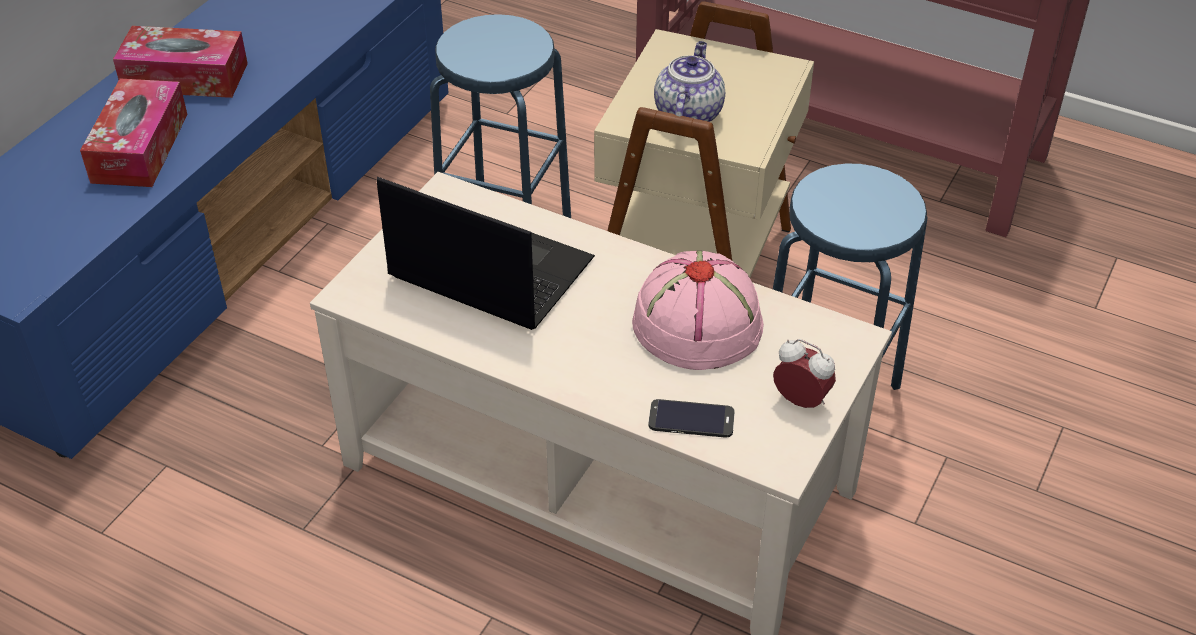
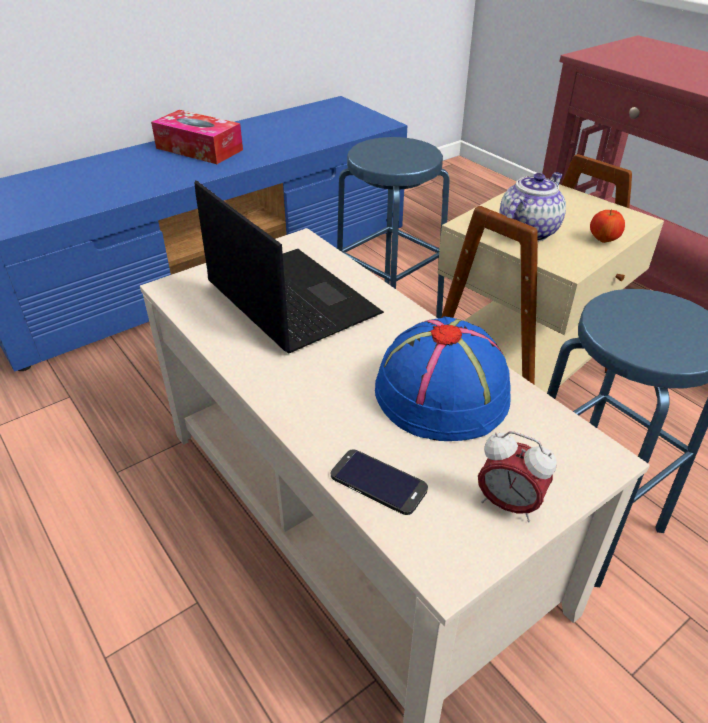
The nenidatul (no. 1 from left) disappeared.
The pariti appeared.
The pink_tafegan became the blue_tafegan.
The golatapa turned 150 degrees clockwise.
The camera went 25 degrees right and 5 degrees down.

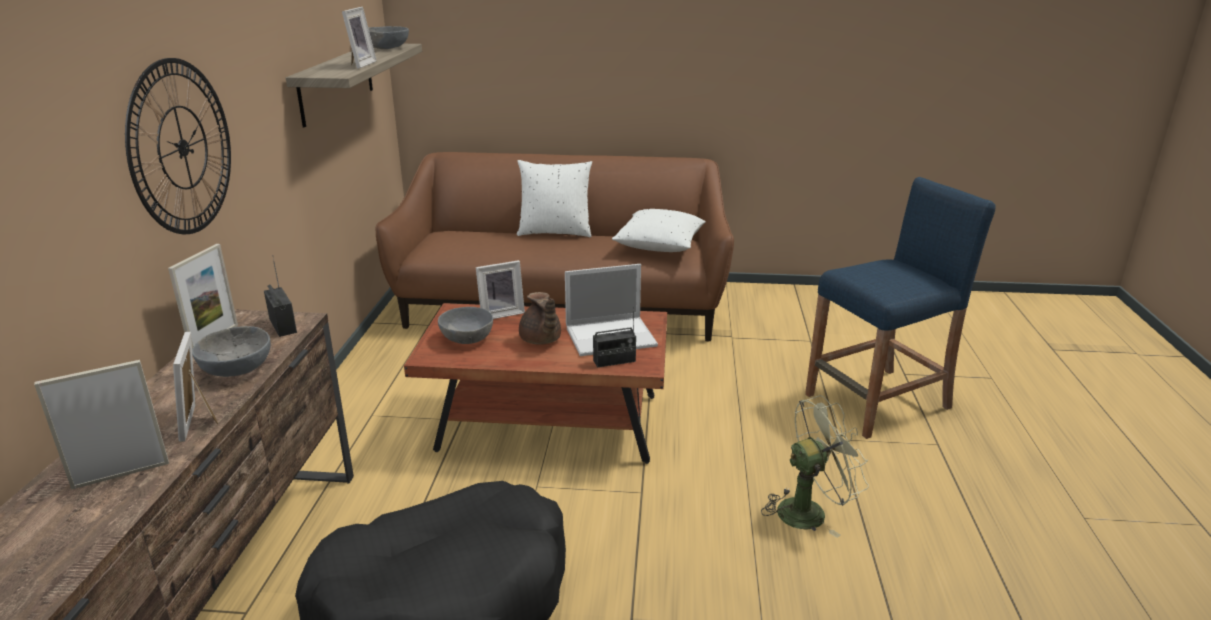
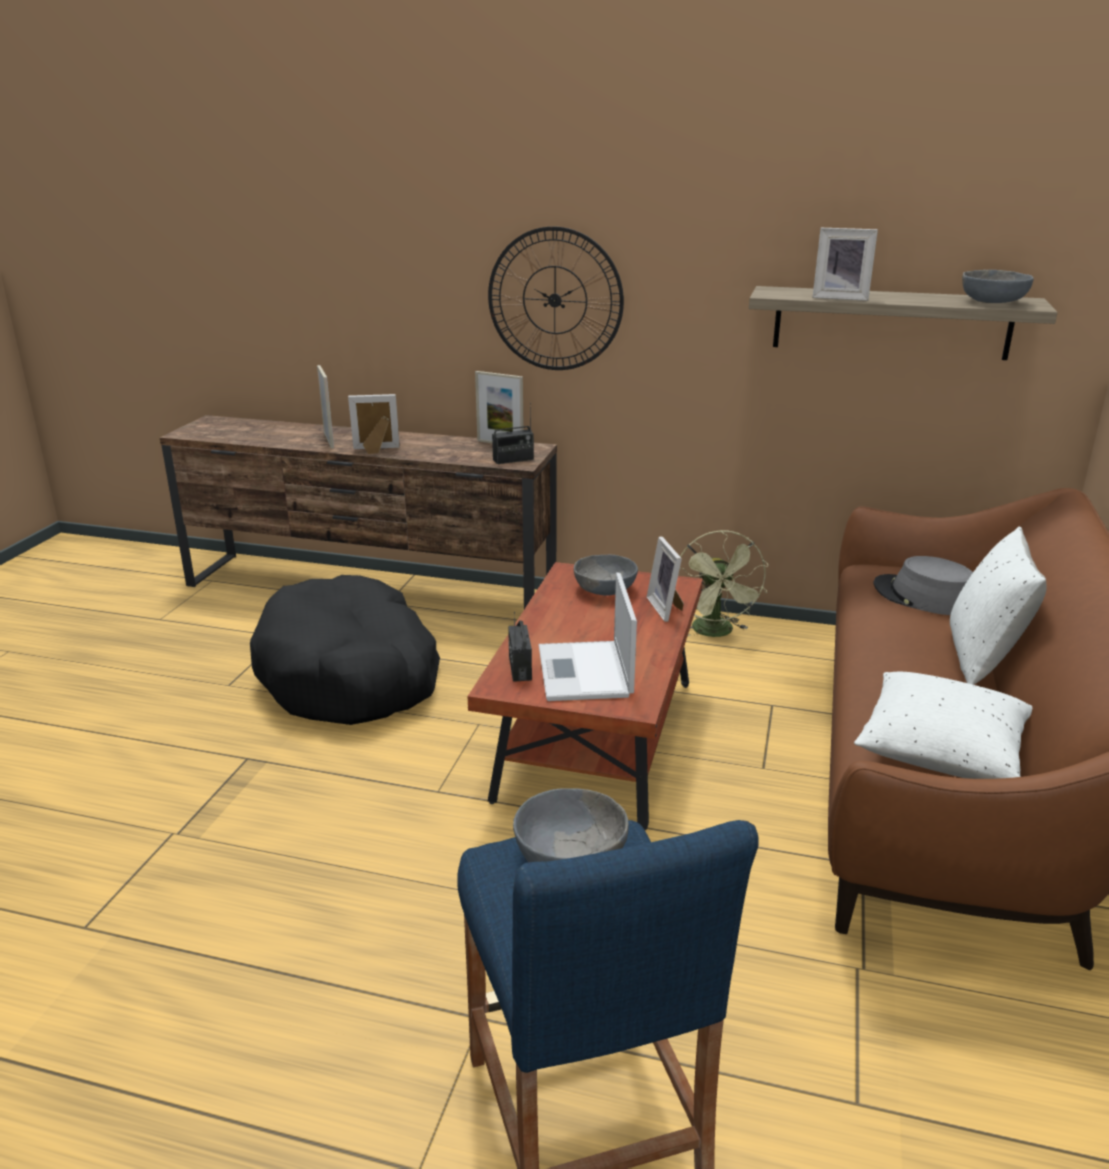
The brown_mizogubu disappeared.
The grey_tafegan appeared.
The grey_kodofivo (no. 1 from left) moved.
The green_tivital moved.
The camera went 100 degrees right and 0 degrees up.

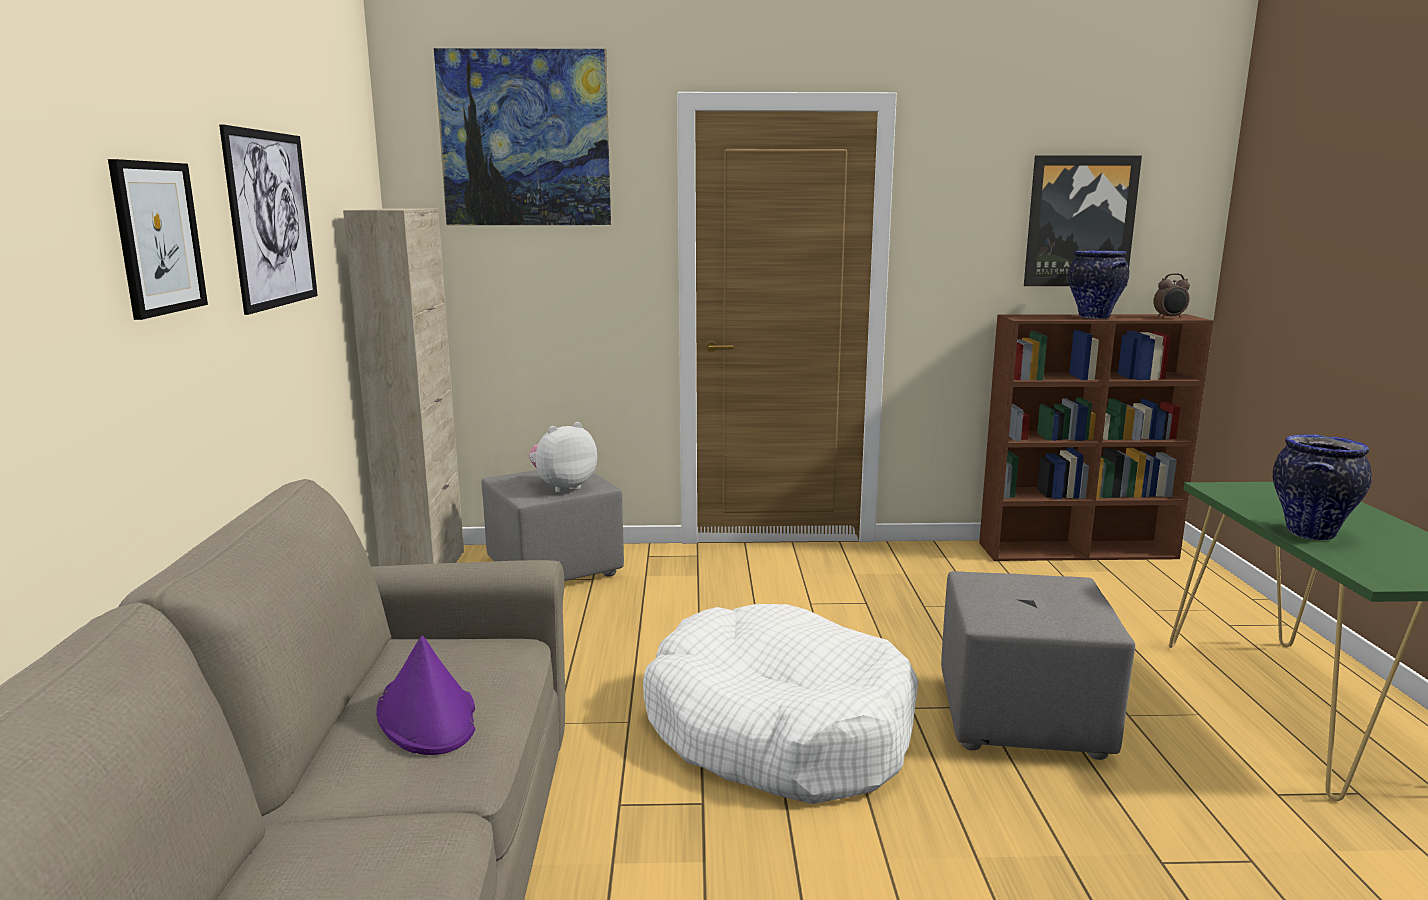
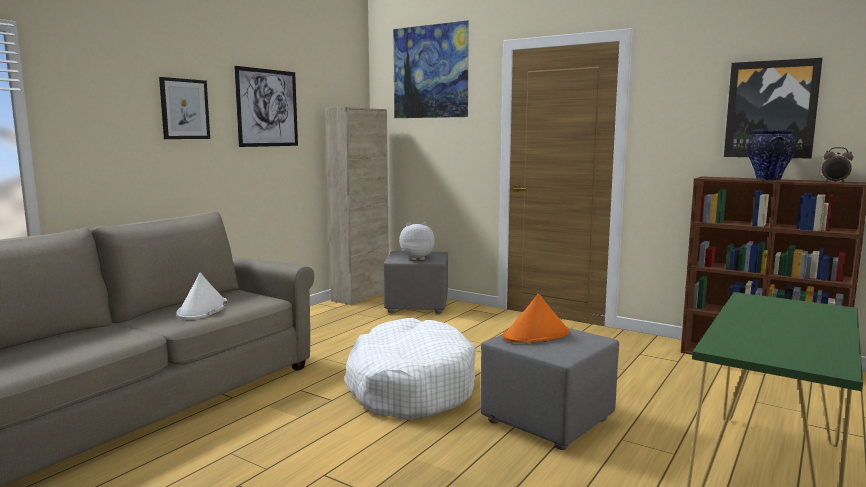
The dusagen (no. 2 from left) disappeared.
The orange_tafegan appeared.
The purple_tafegan became the white_tafegan.
The camera went 35 degrees right and 5 degrees down.

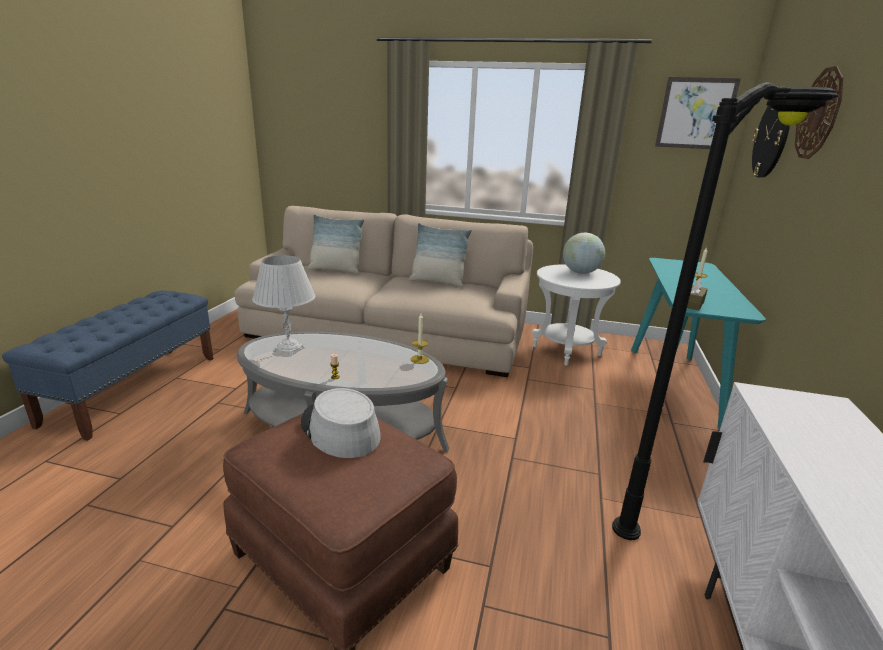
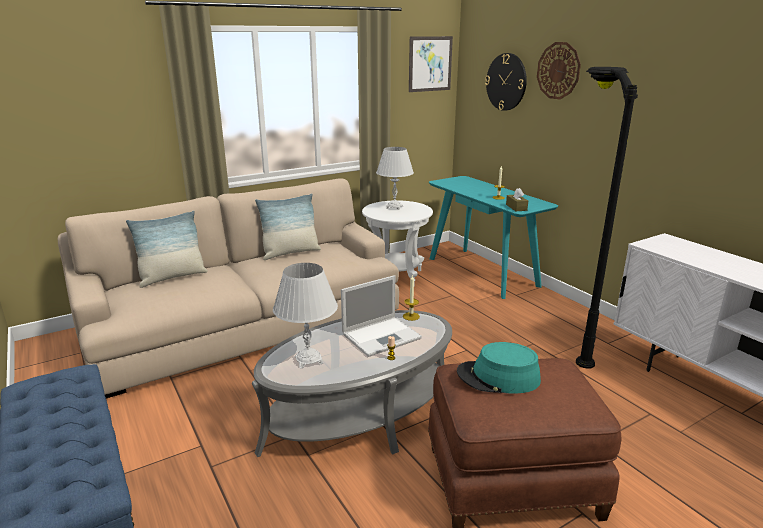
The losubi appeared.
The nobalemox was replaced by the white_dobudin (no. 2 from left).
The grey_tafegan became the turquoise_tafegan.
The camera went 45 degrees left and 0 degrees up.

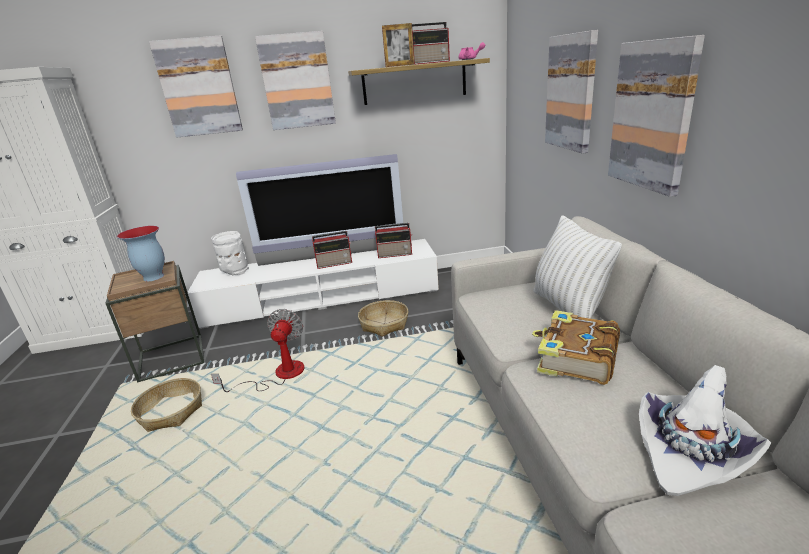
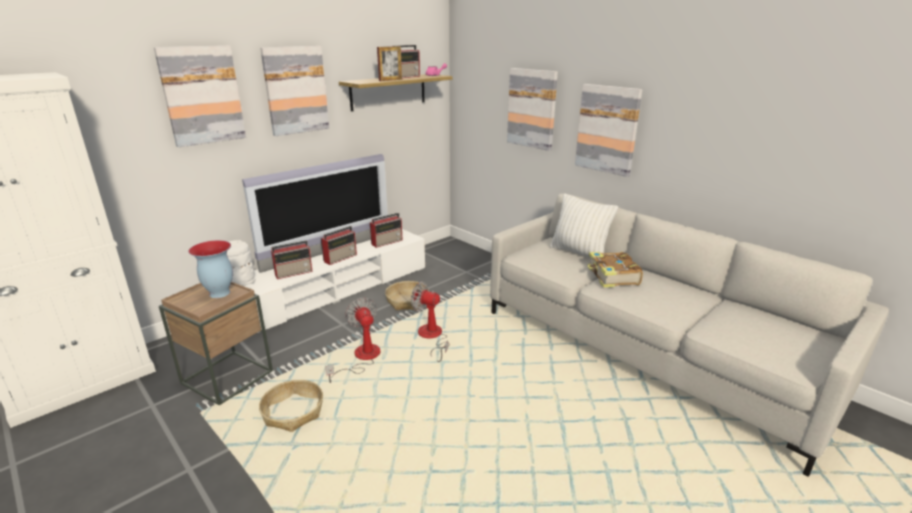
The white_tafegan disappeared.
The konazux (no. 1 from left) appeared.
The tivital (no. 2 from left) appeared.
The camera went 35 degrees left and 0 degrees up.

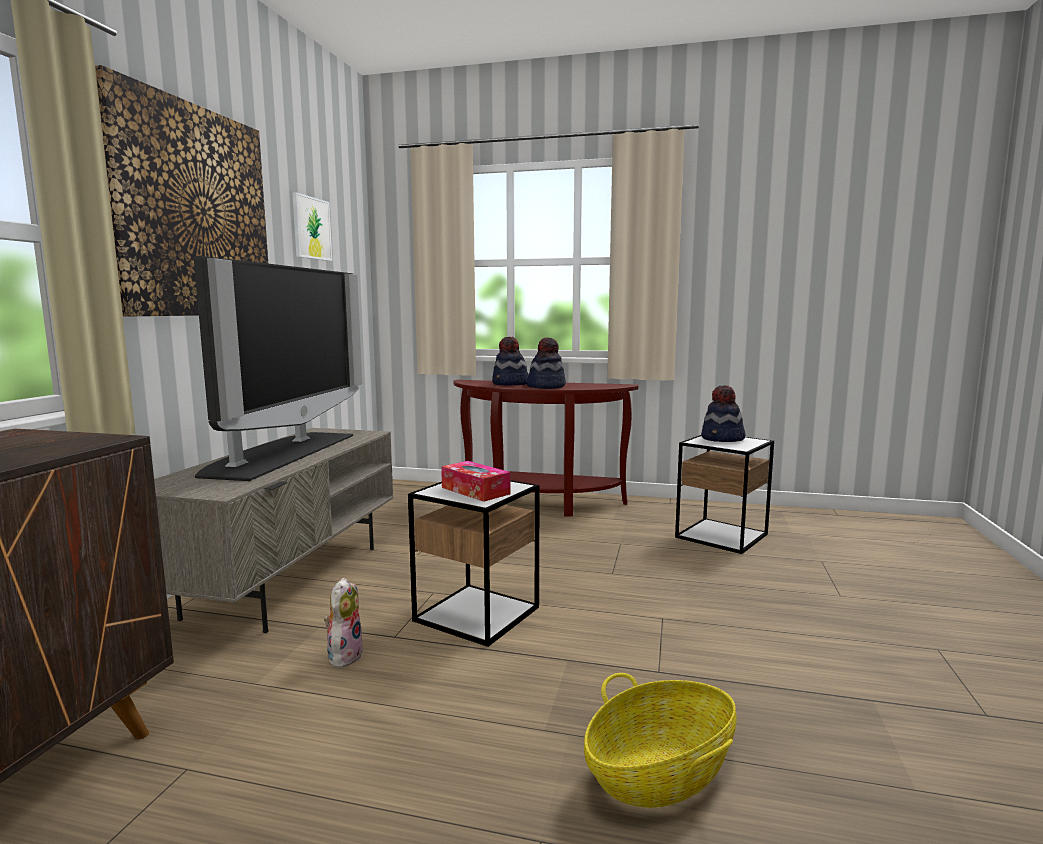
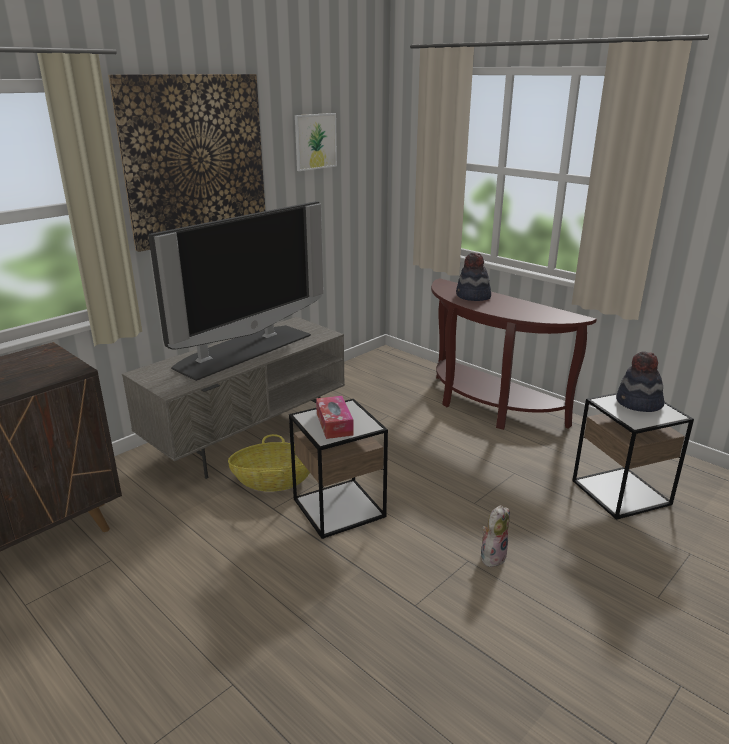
The tafegan (no. 2 from left) disappeared.
The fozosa moved.
The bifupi moved.
The camera went 30 degrees right and 15 degrees up.

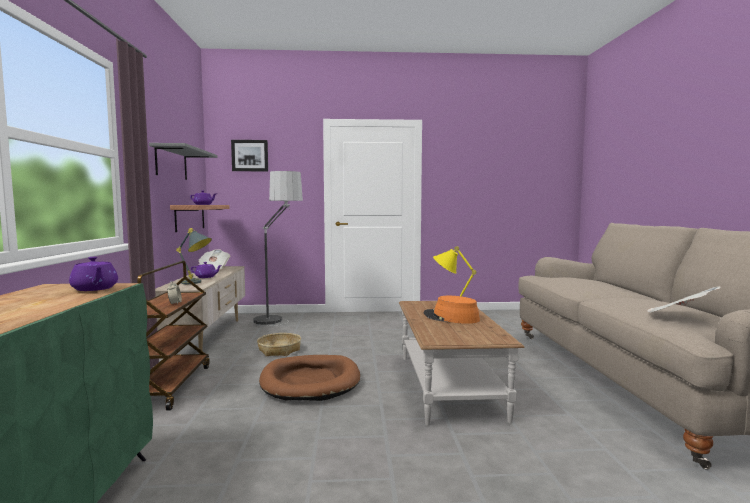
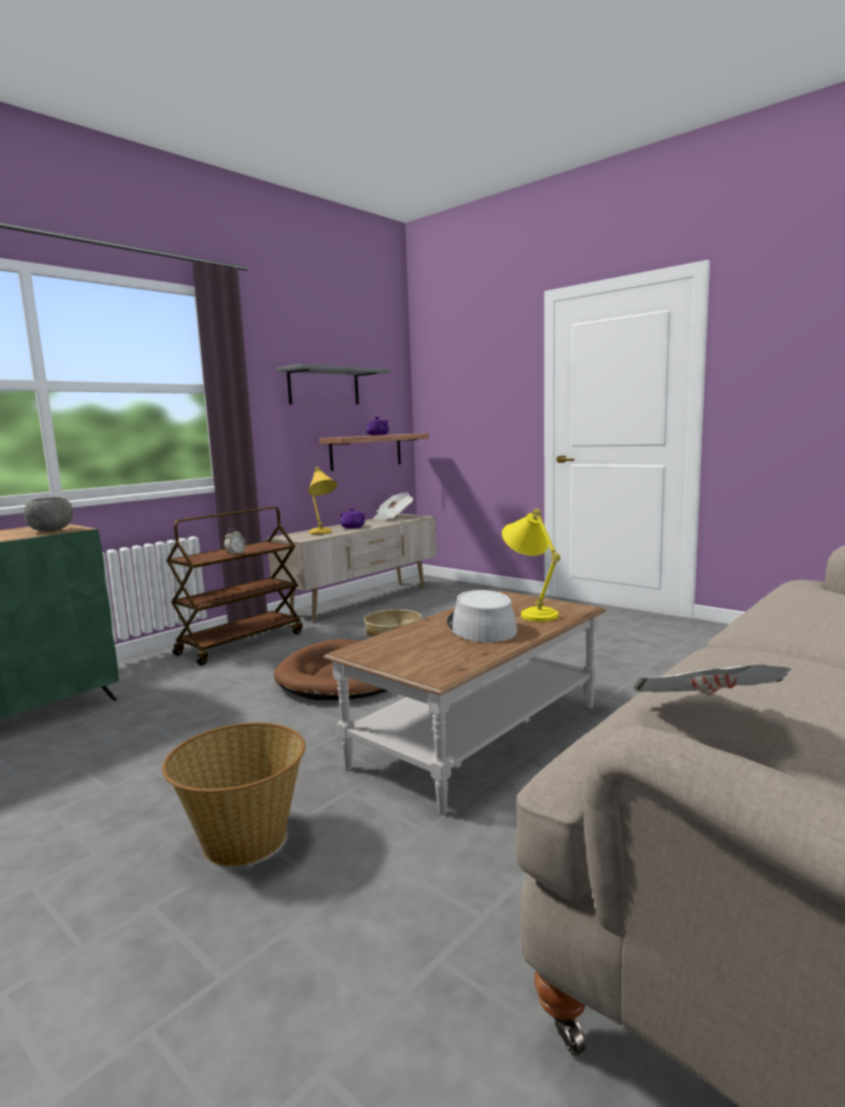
The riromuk disappeared.
The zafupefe disappeared.
The bifupi (no. 1 from left) appeared.
The purple_mizogubu (no. 1 from left) was replaced by the grey_kodofivo.
The grey_dobudin became the yellow_dobudin (no. 1 from left).
The orange_tafegan became the grey_tafegan.
The camera went 45 degrees right and 5 degrees up.

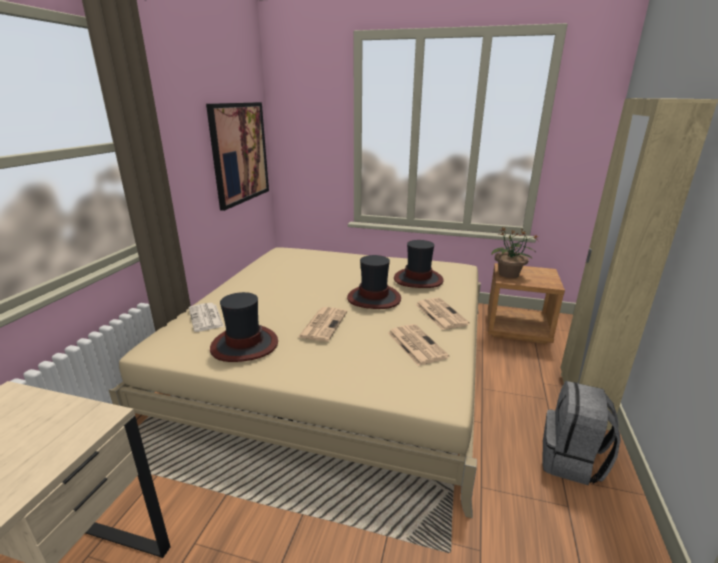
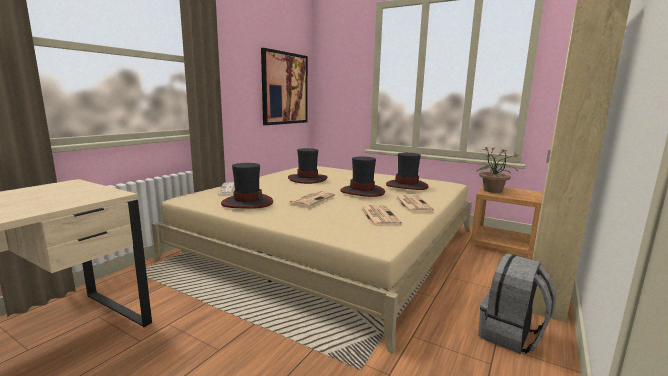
The tafegan (no. 2 from left) appeared.
The camera went 15 degrees right and 10 degrees down.

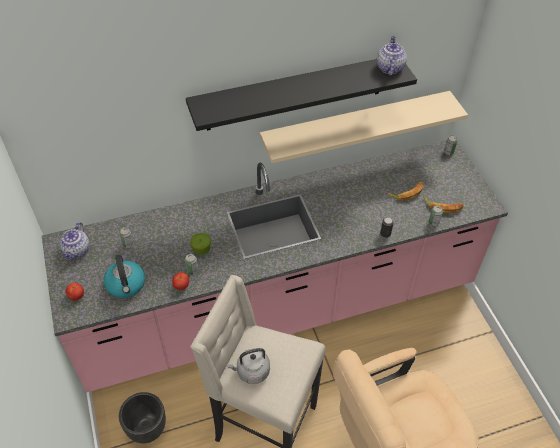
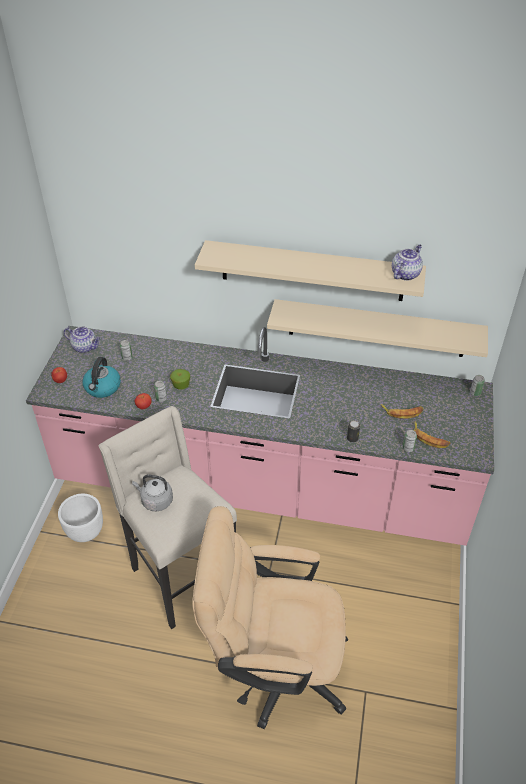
The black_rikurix became the white_rikurix.
The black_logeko became the beige_logeko (no. 1 from left).
The mizogubu (no. 1 from left) turned 105 degrees counterclockwise.
The camera went 30 degrees right and 5 degrees down.

